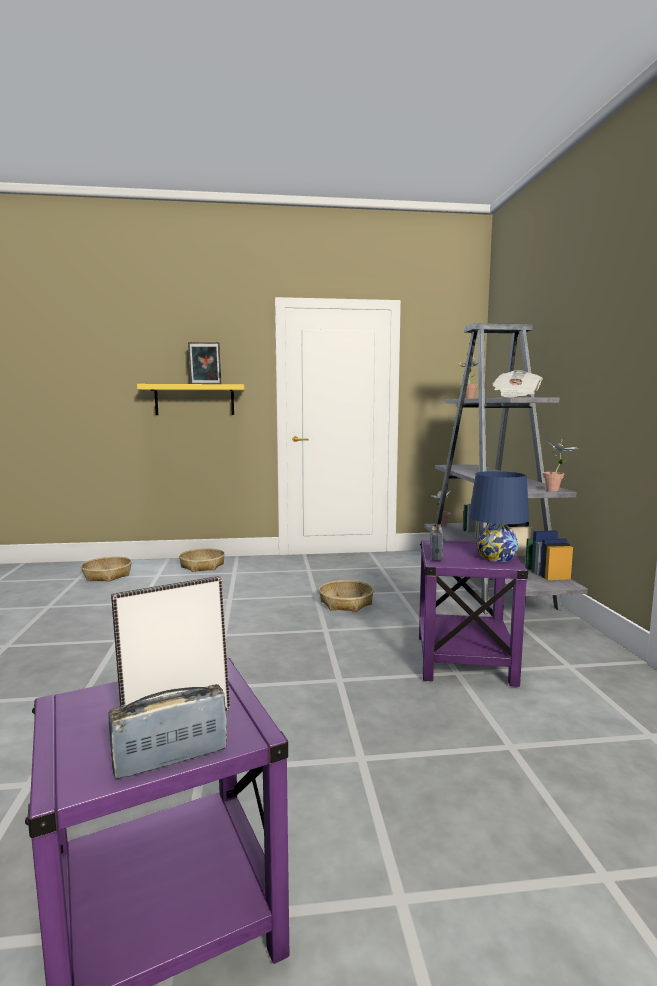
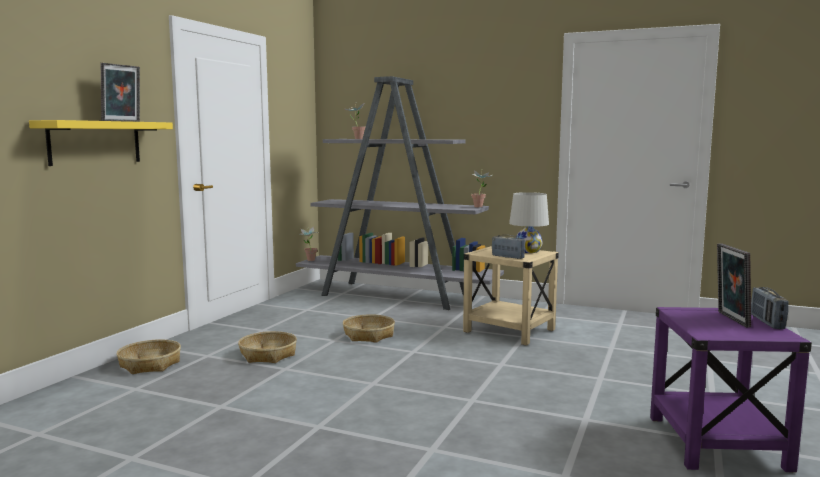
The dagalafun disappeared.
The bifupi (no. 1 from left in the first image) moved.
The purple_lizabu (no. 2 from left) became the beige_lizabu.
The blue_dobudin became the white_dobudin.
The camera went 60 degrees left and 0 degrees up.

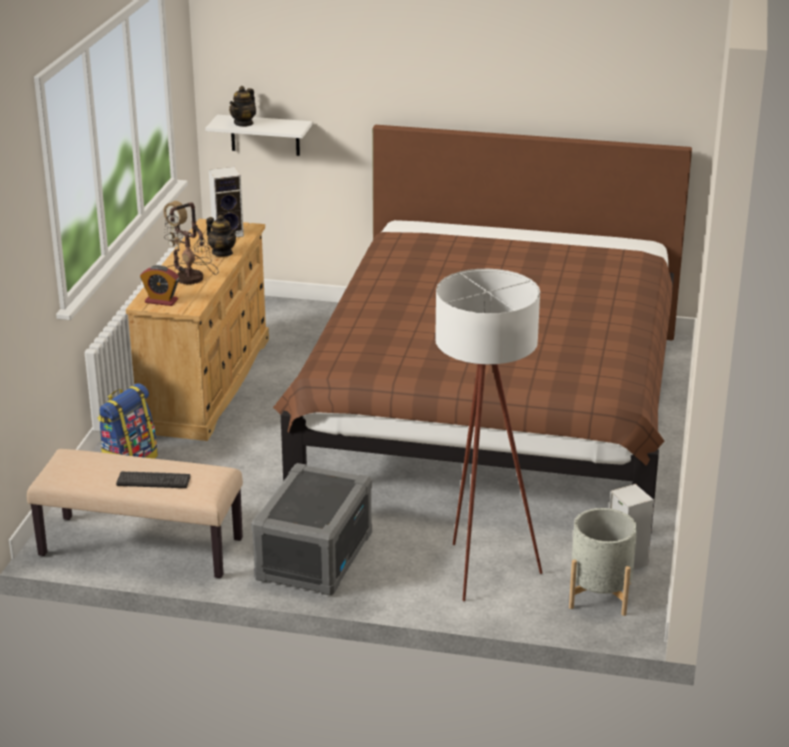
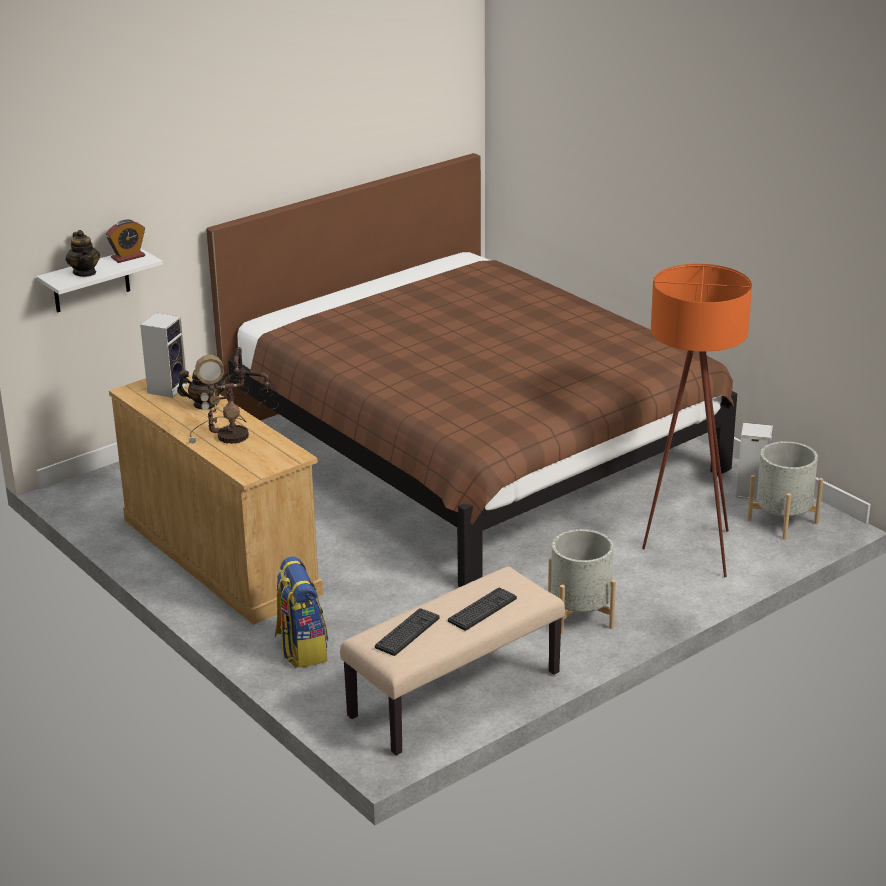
The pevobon (no. 1 from left) appeared.
The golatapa moved.
The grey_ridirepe was replaced by the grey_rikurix (no. 1 from left).
The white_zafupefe became the orange_zafupefe.
The camera went 50 degrees left and 0 degrees up.

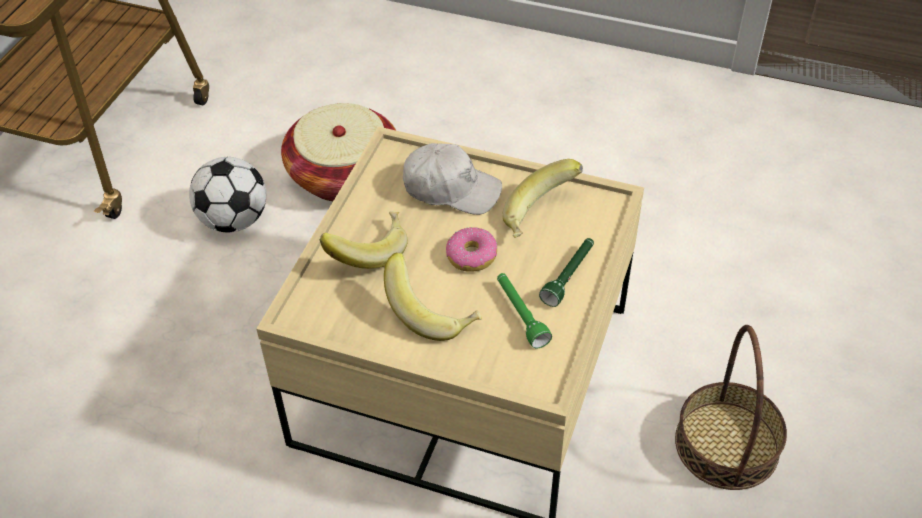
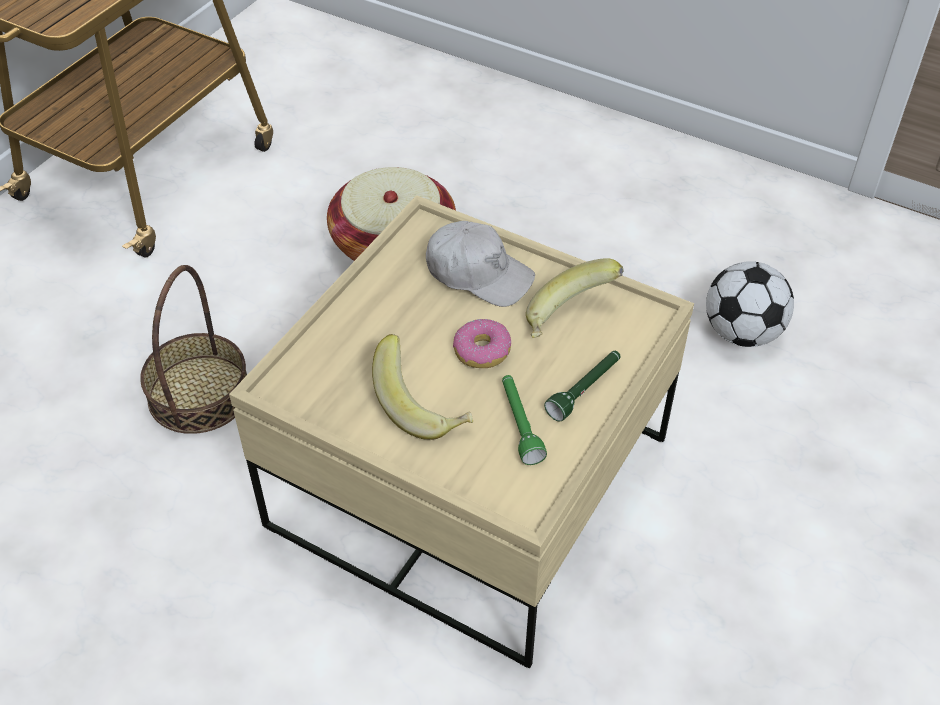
The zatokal (no. 1 from left) disappeared.
The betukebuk moved.
The bifupi (no. 2 from left in the first image) moved.
The camera went 10 degrees right and 0 degrees up.

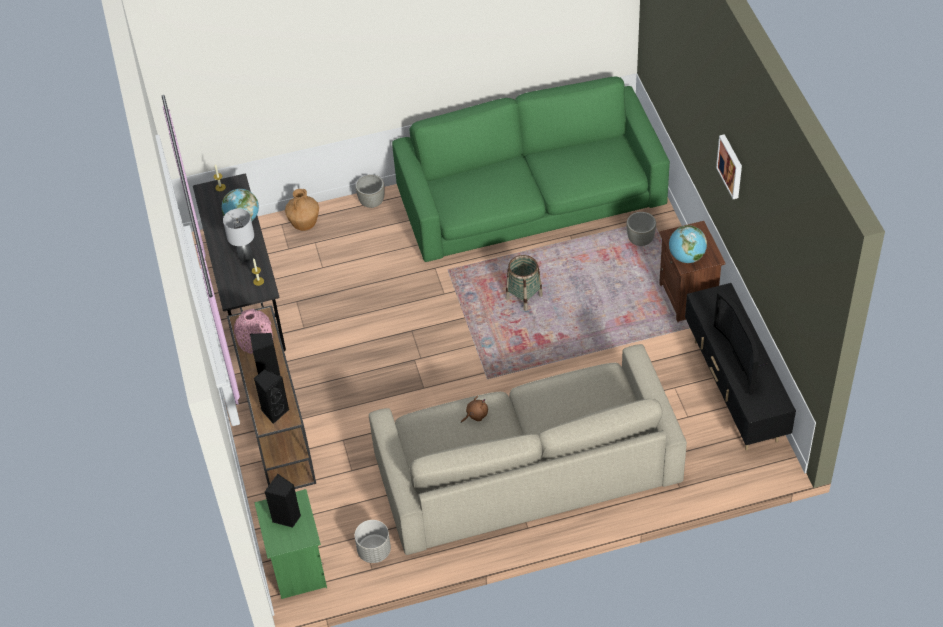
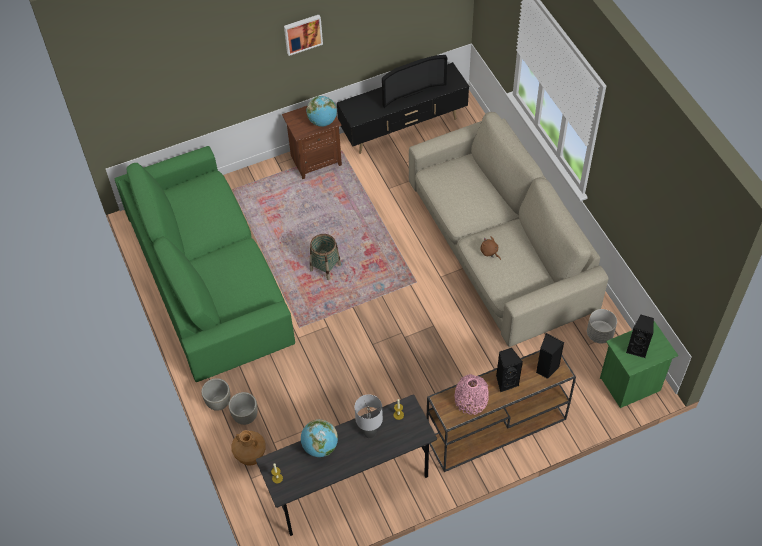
The grey_rikurix (no. 3 from left in the first image) moved.
The camera went 100 degrees left and 5 degrees up.

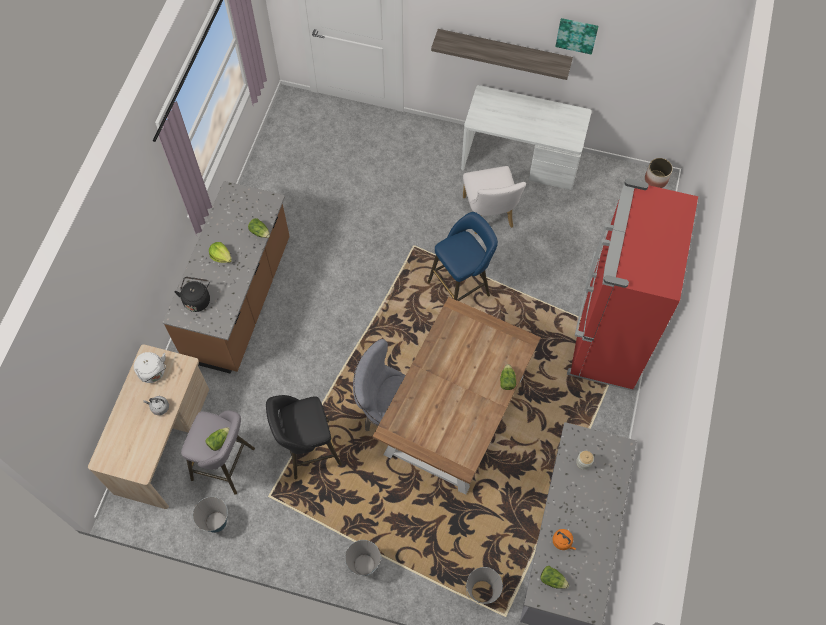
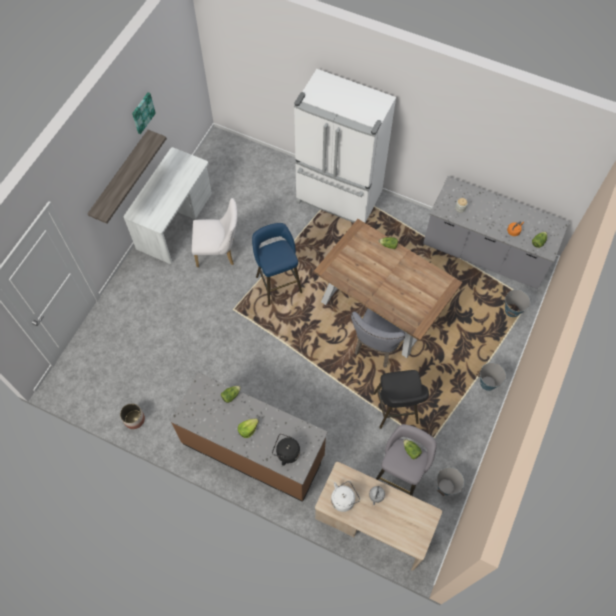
The rikurix moved.
The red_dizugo became the white_dizugo.
The camera went 80 degrees left and 0 degrees up.

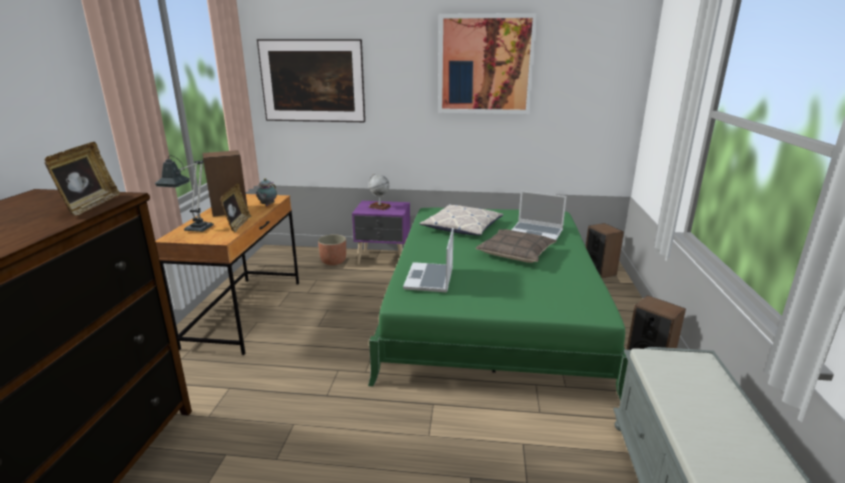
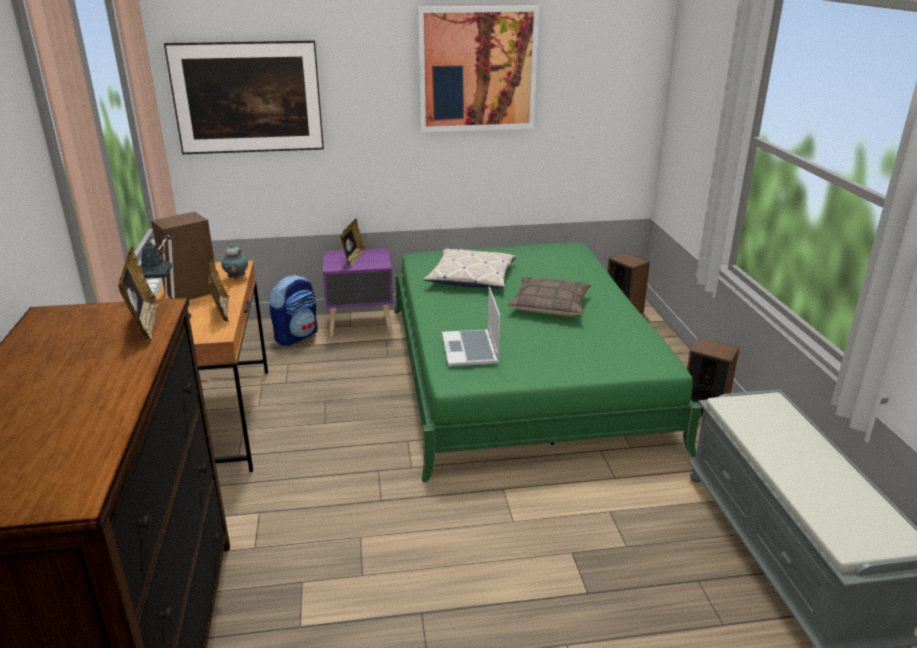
The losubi (no. 2 from left) disappeared.
The rikurix was replaced by the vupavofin.
The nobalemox was replaced by the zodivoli (no. 3 from left).
The camera went 15 degrees left and 5 degrees up.

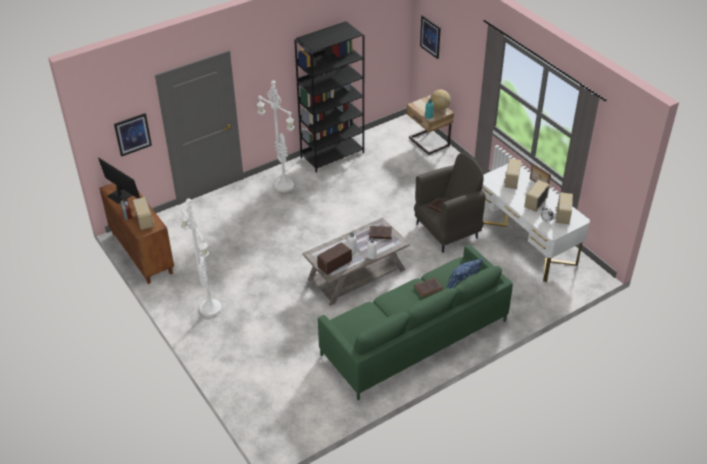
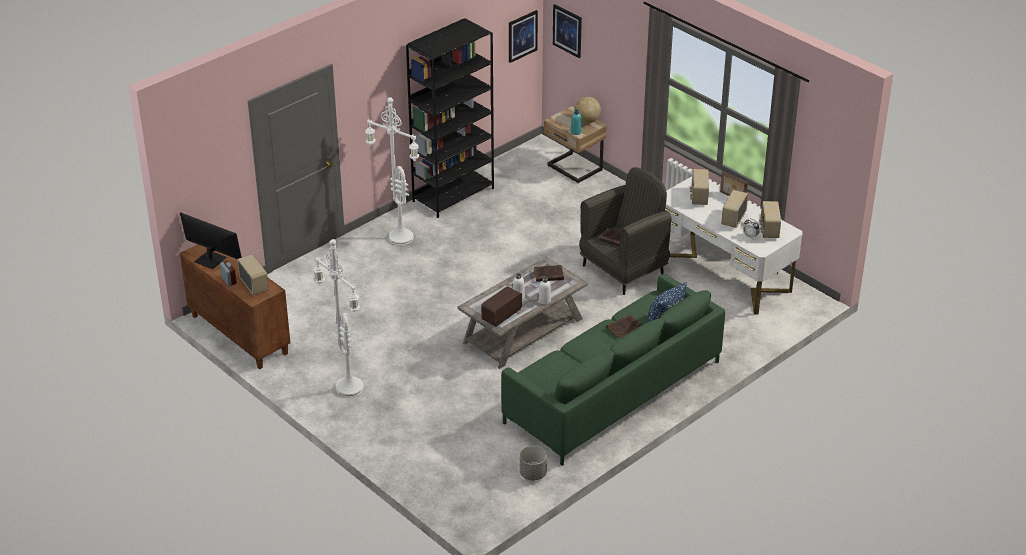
The grey_rikurix appeared.
The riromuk (no. 1 from left) moved.
The camera went 10 degrees left and 5 degrees down.

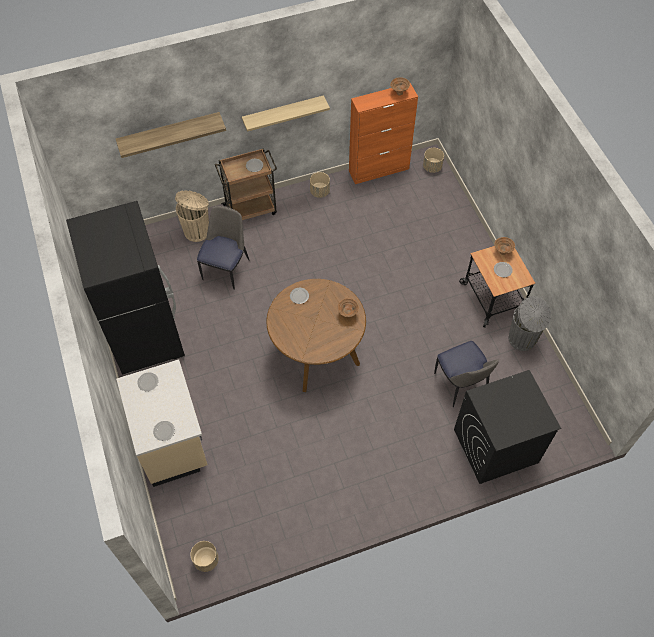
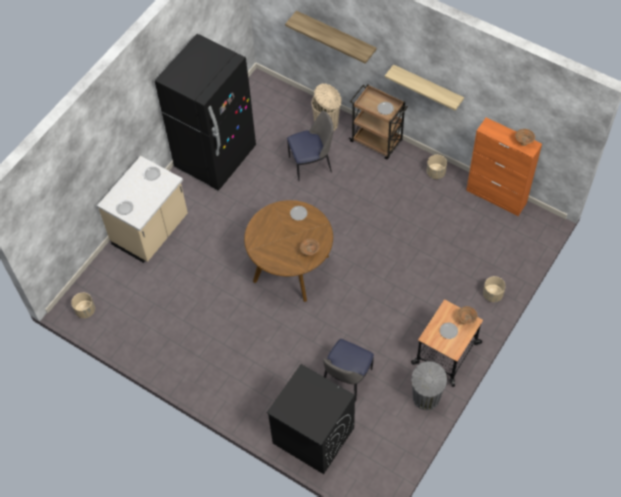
The beige_rikurix (no. 3 from left) moved.
The camera went 55 degrees right and 0 degrees up.

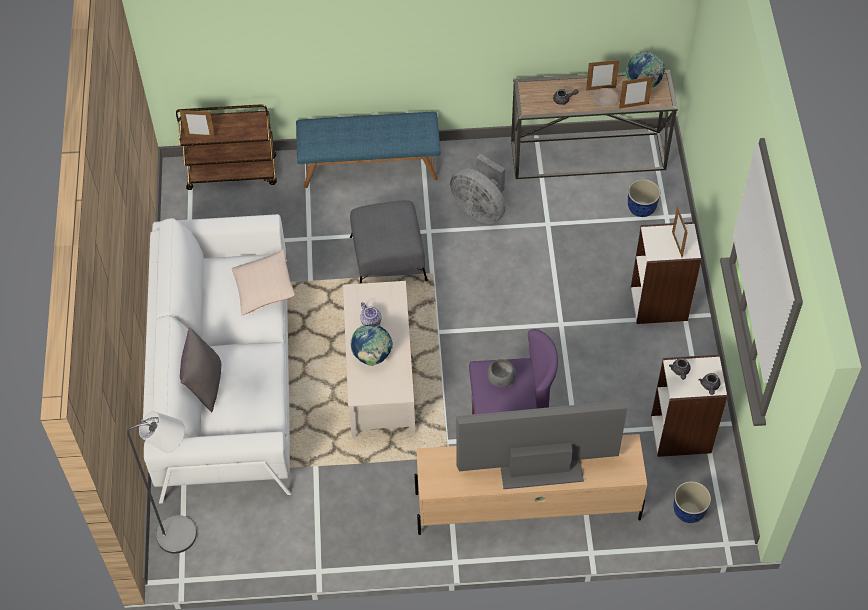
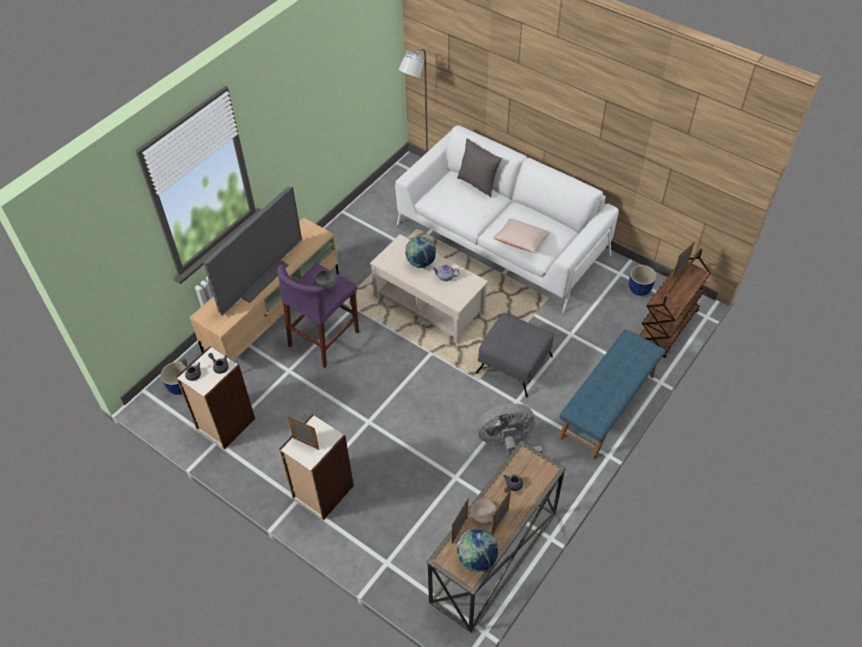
The rikurix (no. 1 from left in the first image) moved.
The camera went 130 degrees right and 5 degrees down.

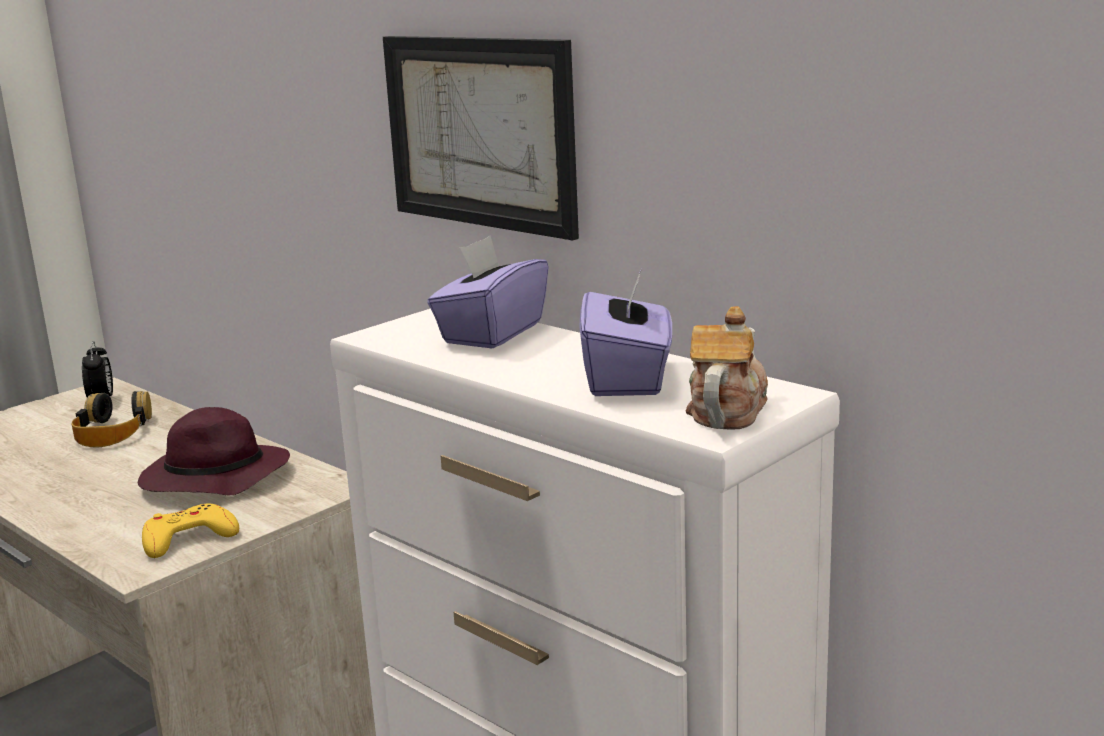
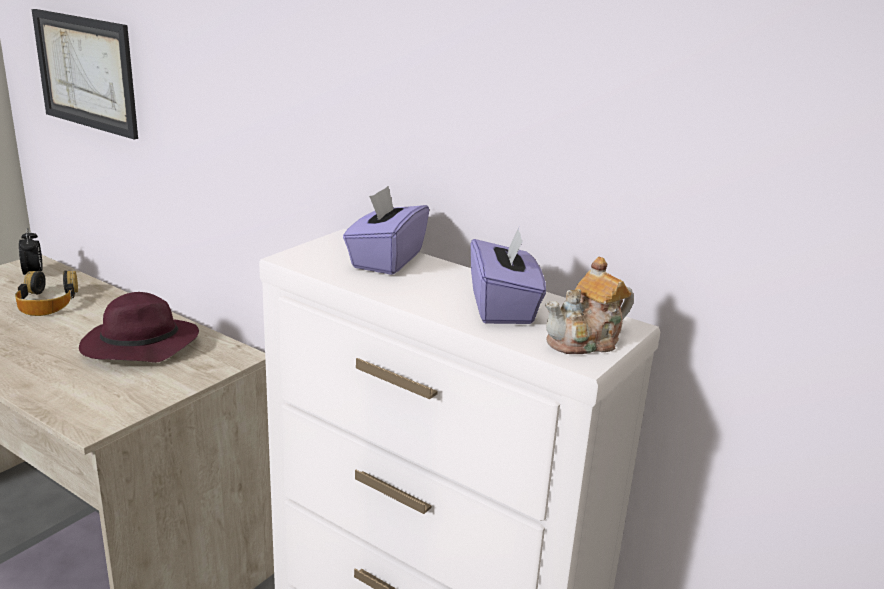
The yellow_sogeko disappeared.
The riromuk moved.
The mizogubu turned 135 degrees counterclockwise.
The camera went 10 degrees left and 5 degrees up.

